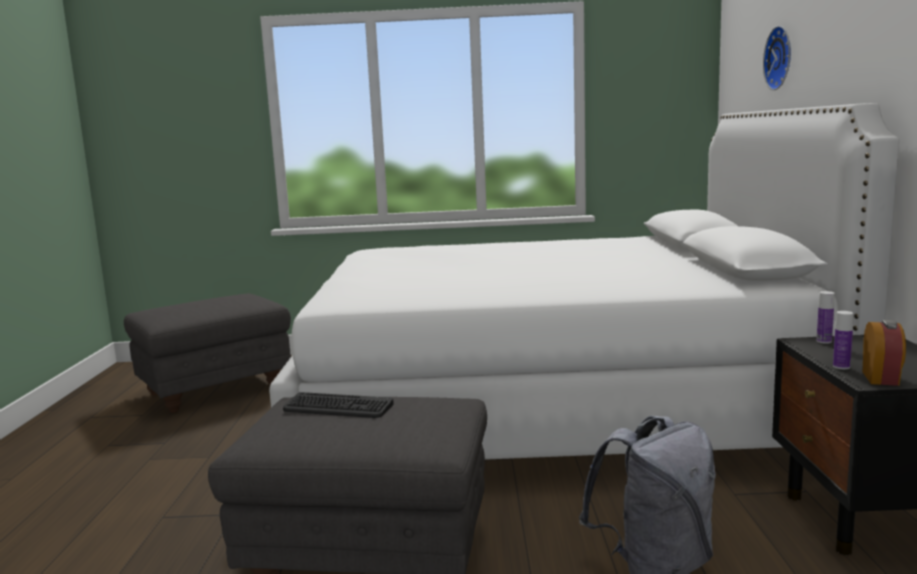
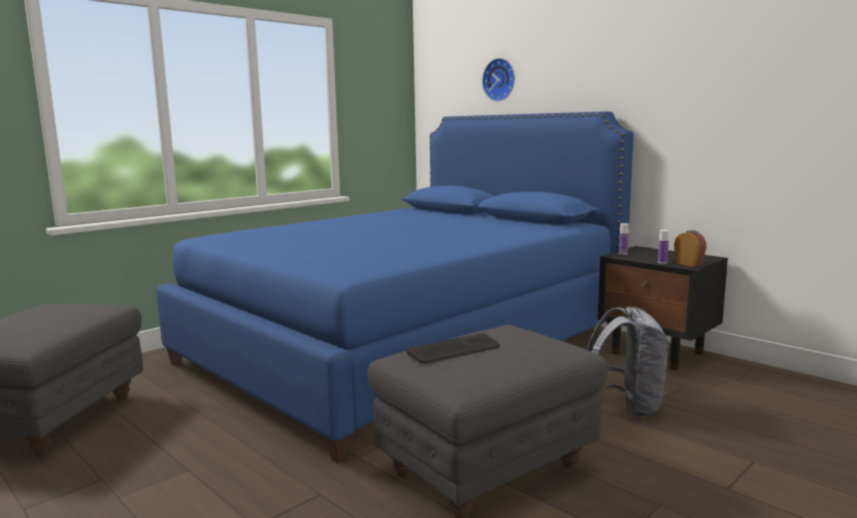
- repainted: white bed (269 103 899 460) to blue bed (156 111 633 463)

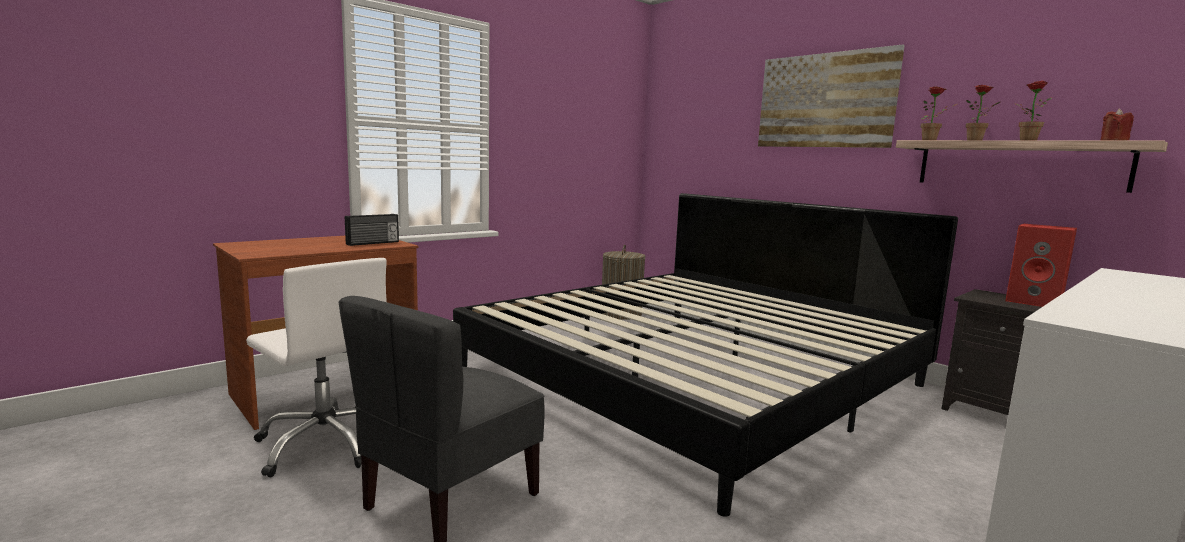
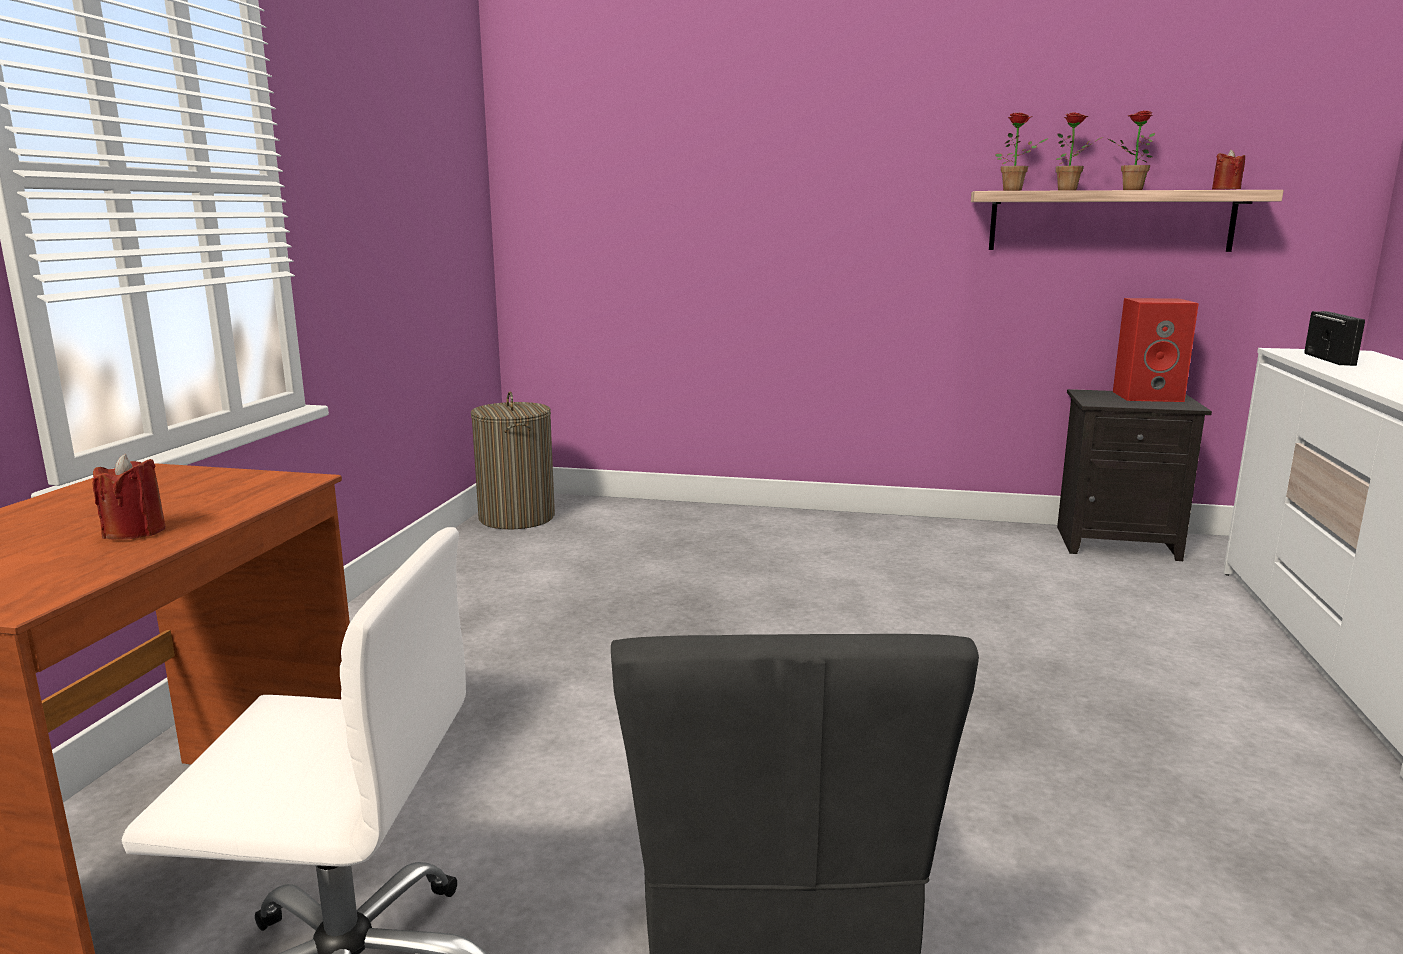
- gone: picture (758 45 905 148)
- gone: bed (453 193 958 517)
- shifted: radio (345 214 399 246) to (1304 311 1365 366)
- new: red candle (92 454 166 540)

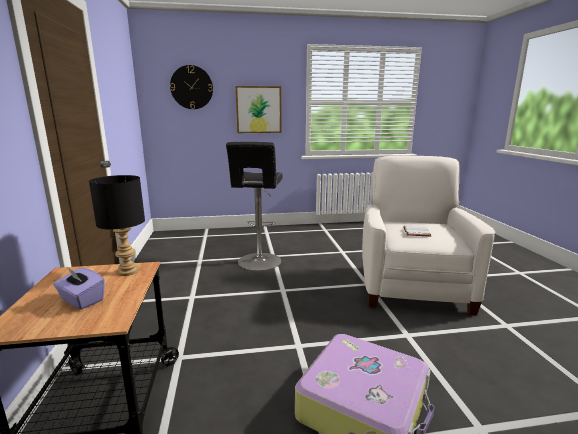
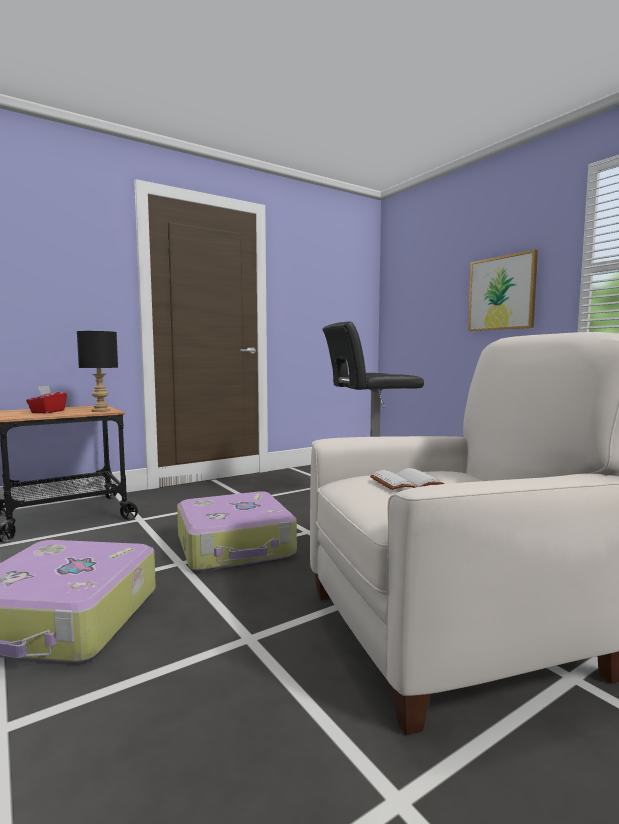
- gone: wall clock (170 65 213 109)
- repainted: purple tissue box (53 267 105 310) to red tissue box (26 385 67 413)
- new: suitcase (177 491 297 571)

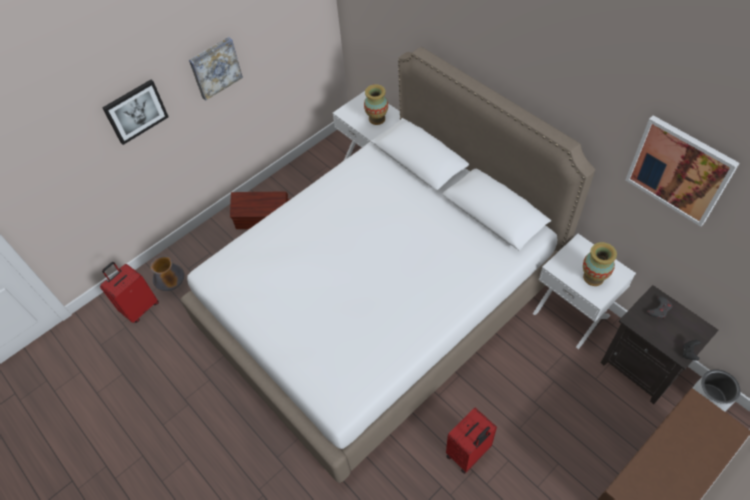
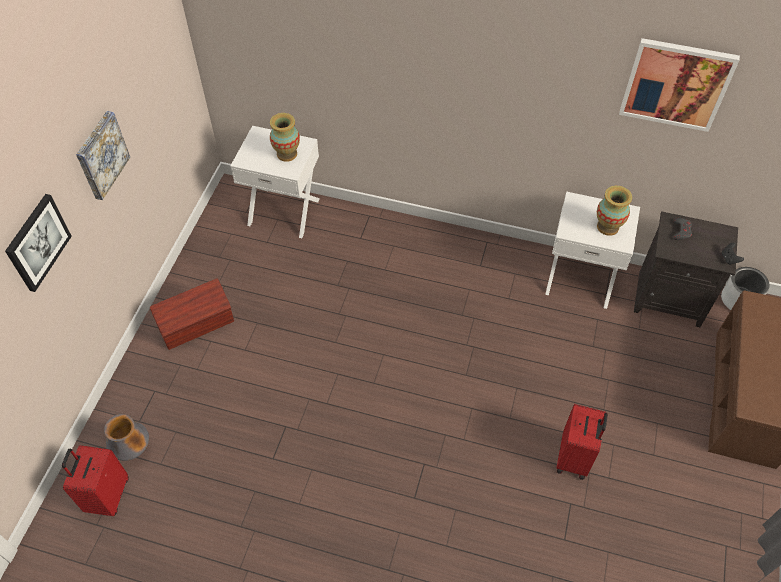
- gone: white bed (181 47 595 483)

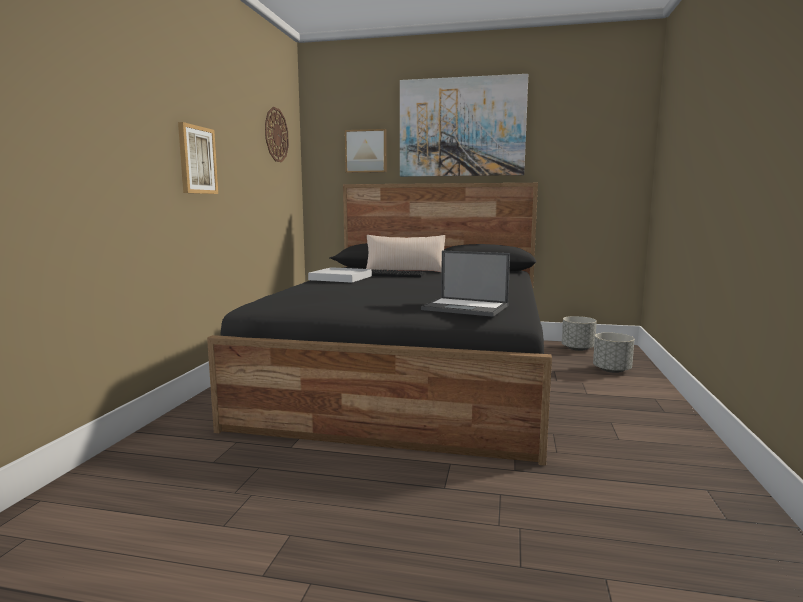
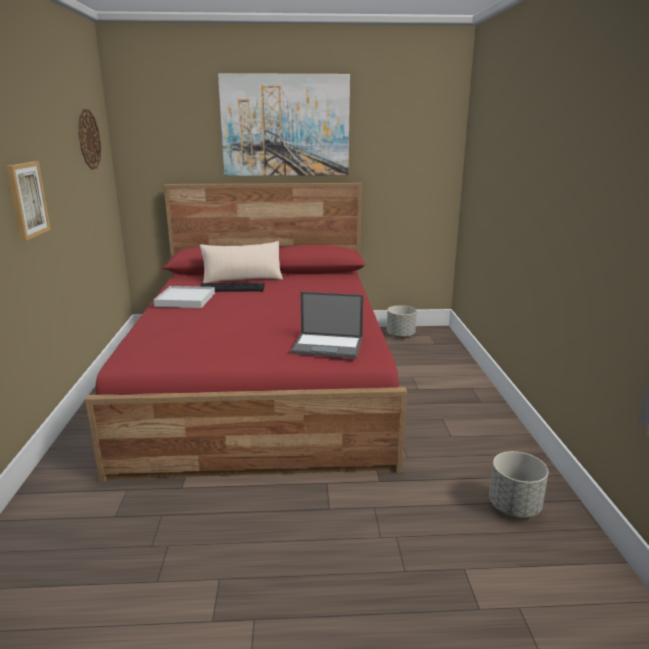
- gone: picture (345 129 387 173)
- repainted: black bed (207 183 552 466) to red bed (85 183 407 483)
- shifted: grey planter (593 332 635 373) to (489 451 548 518)

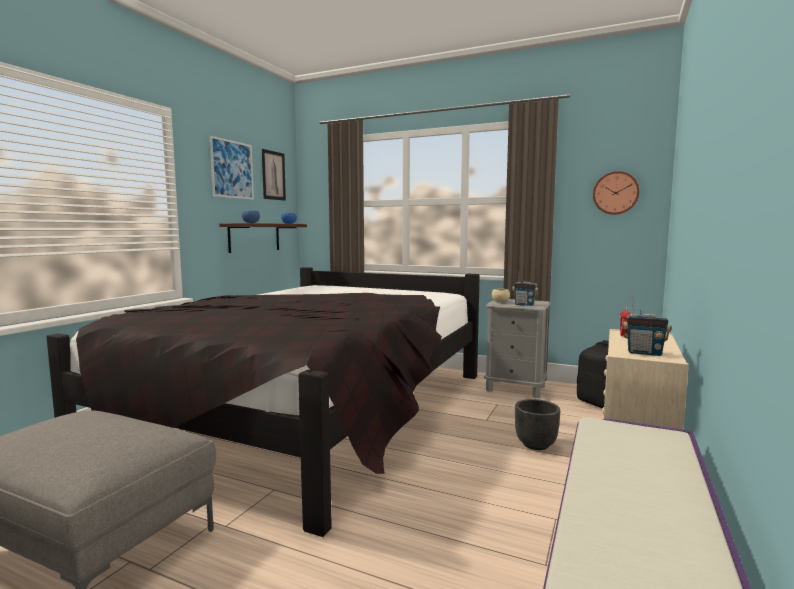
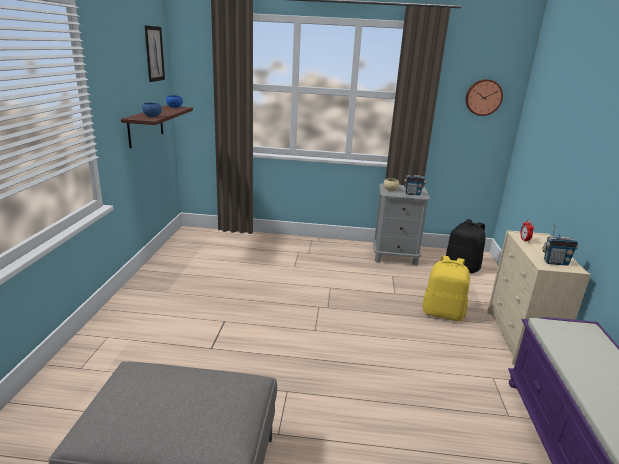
- gone: picture (210 136 254 200)
- gone: black bed (47 267 480 537)
- swapped: black planter (515 399 560 450) to yellow backpack (423 256 470 321)

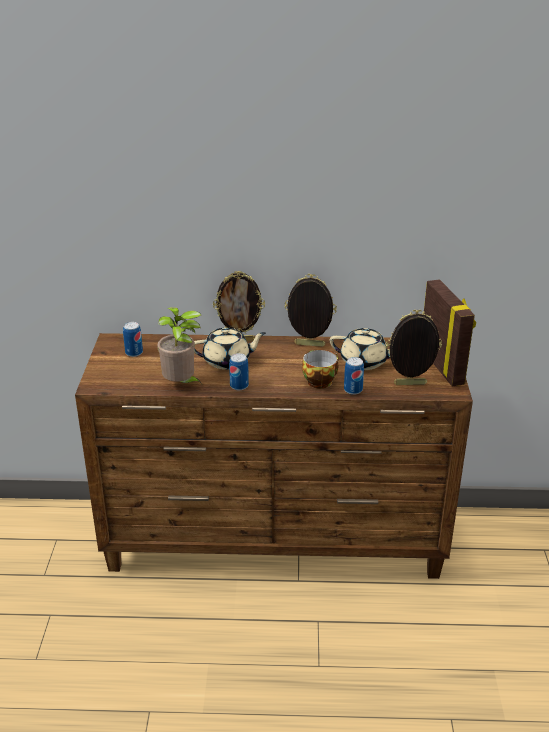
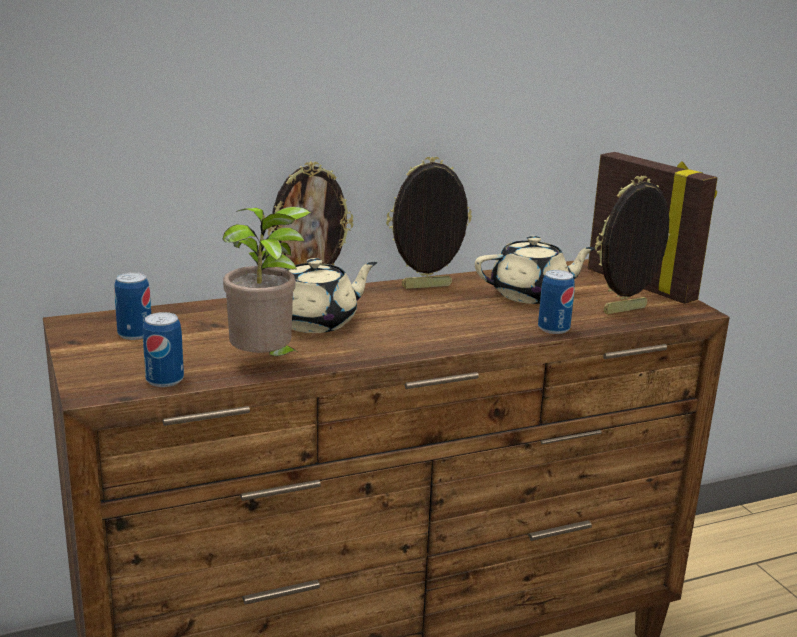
- gone: cup (302 349 338 389)
- shifted: can (229 353 249 390) to (143 312 184 387)

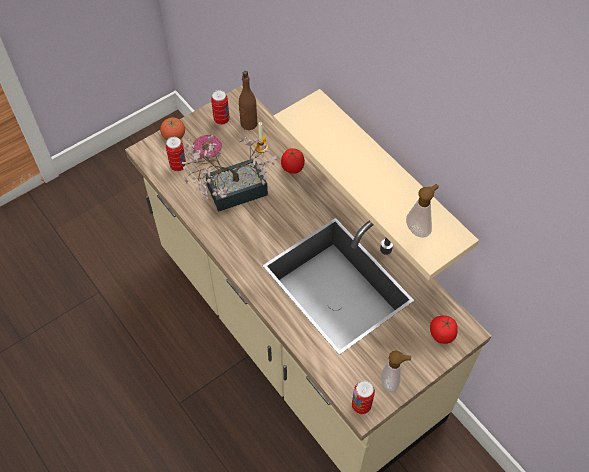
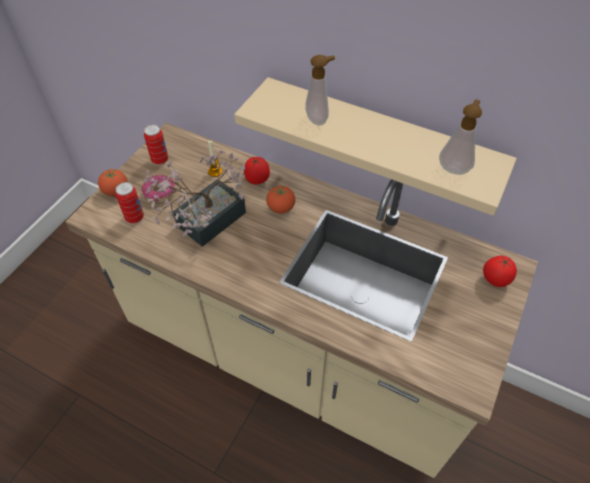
- gone: brown bottle (239 71 257 130)
- shifted: soap dispenser (381 351 411 393) to (306 55 335 126)
- gone: can (352 381 375 414)
- new: tomato (267 186 295 214)

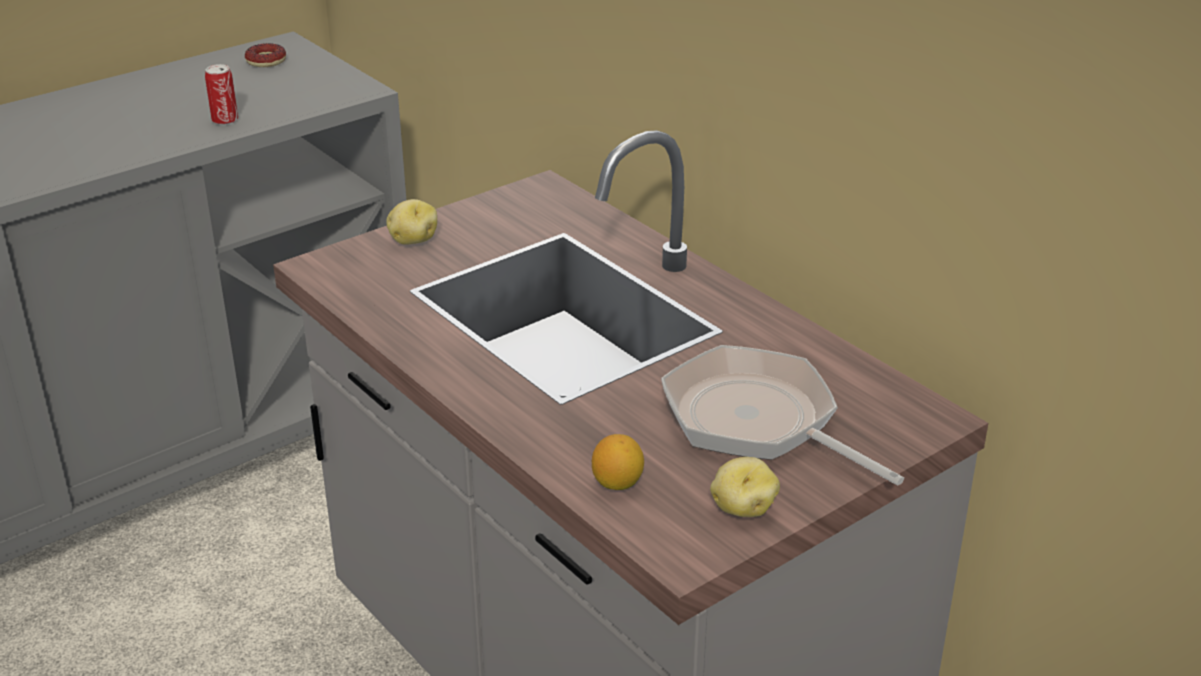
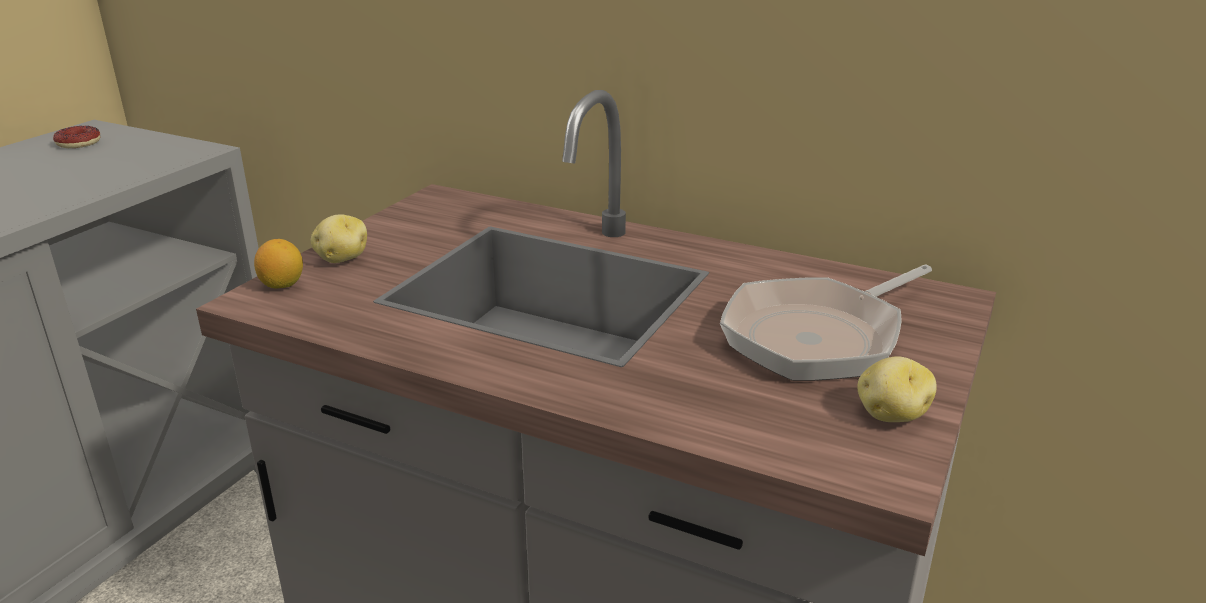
- gone: can (205 64 238 125)
- rotated: frying pan (661 345 904 485) = (720 265 932 381) 60 degrees counterclockwise
- shifted: lemon (592 434 644 490) to (254 239 303 289)

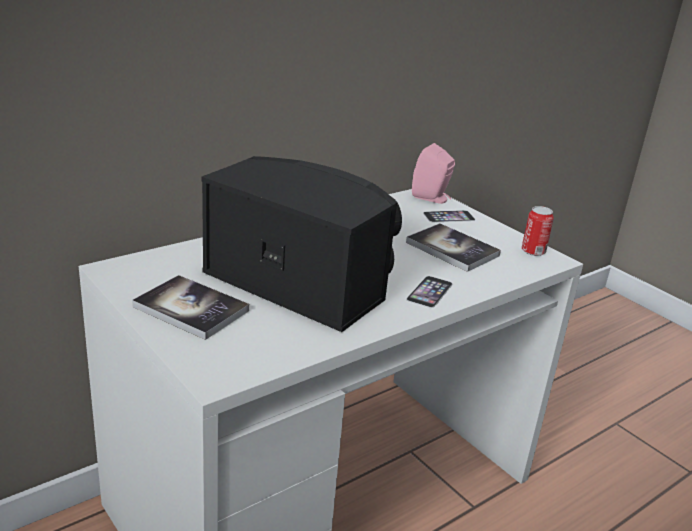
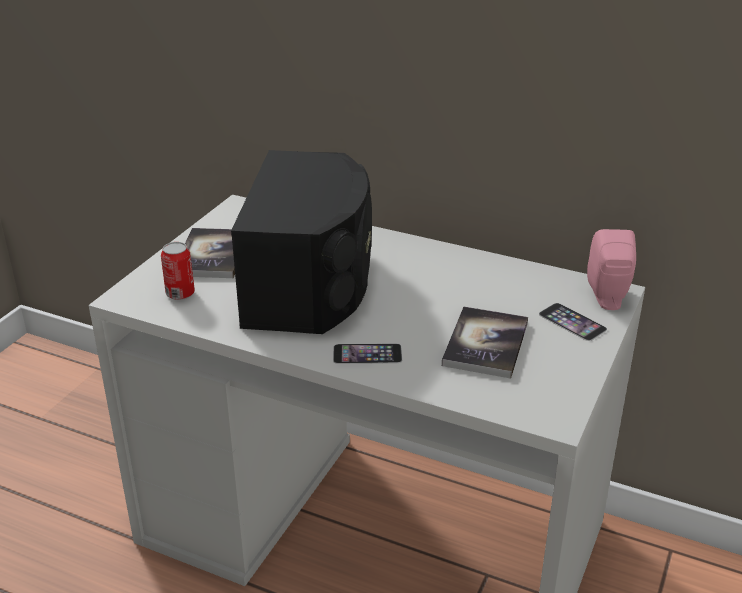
- shifted: can (522 206 554 256) to (161 242 195 300)

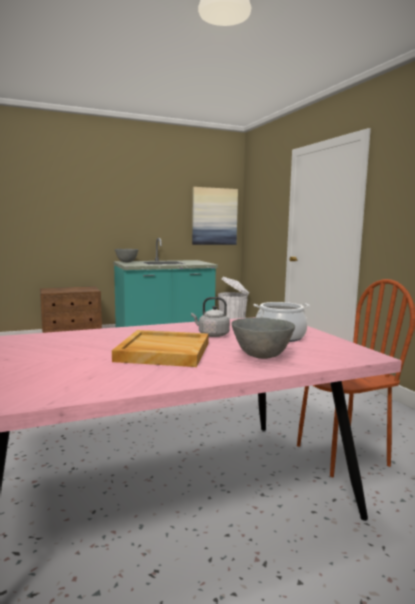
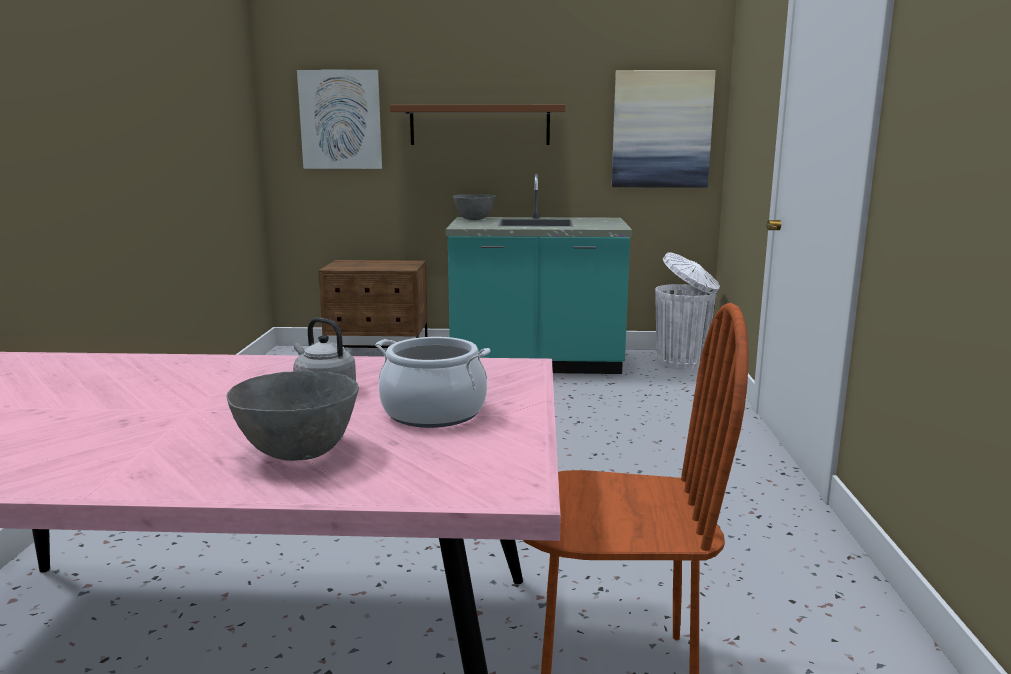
- gone: beige tray (112 330 209 367)
- new: picture (297 70 382 169)
- new: brown shelf (390 105 565 145)

